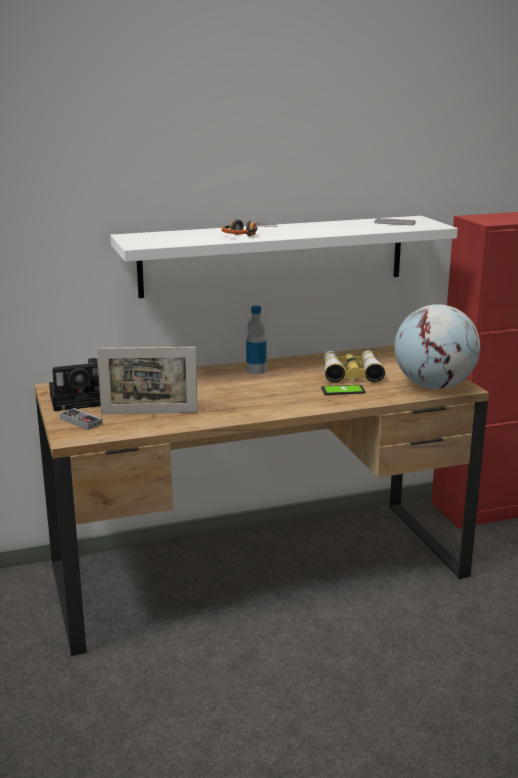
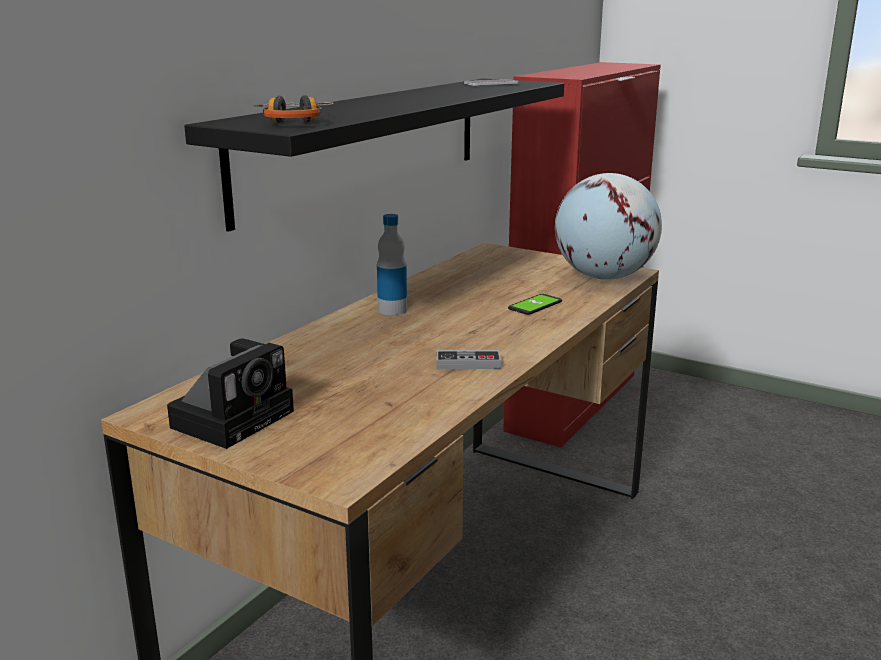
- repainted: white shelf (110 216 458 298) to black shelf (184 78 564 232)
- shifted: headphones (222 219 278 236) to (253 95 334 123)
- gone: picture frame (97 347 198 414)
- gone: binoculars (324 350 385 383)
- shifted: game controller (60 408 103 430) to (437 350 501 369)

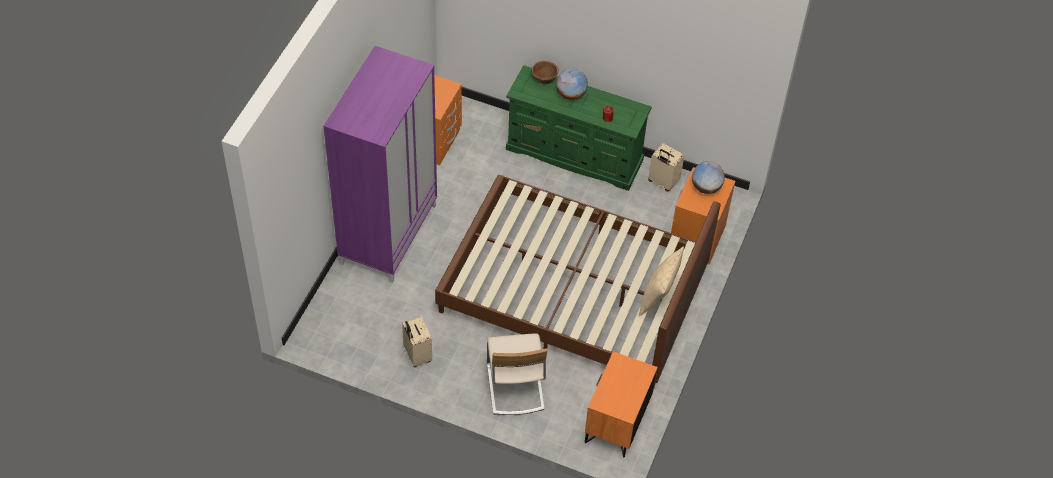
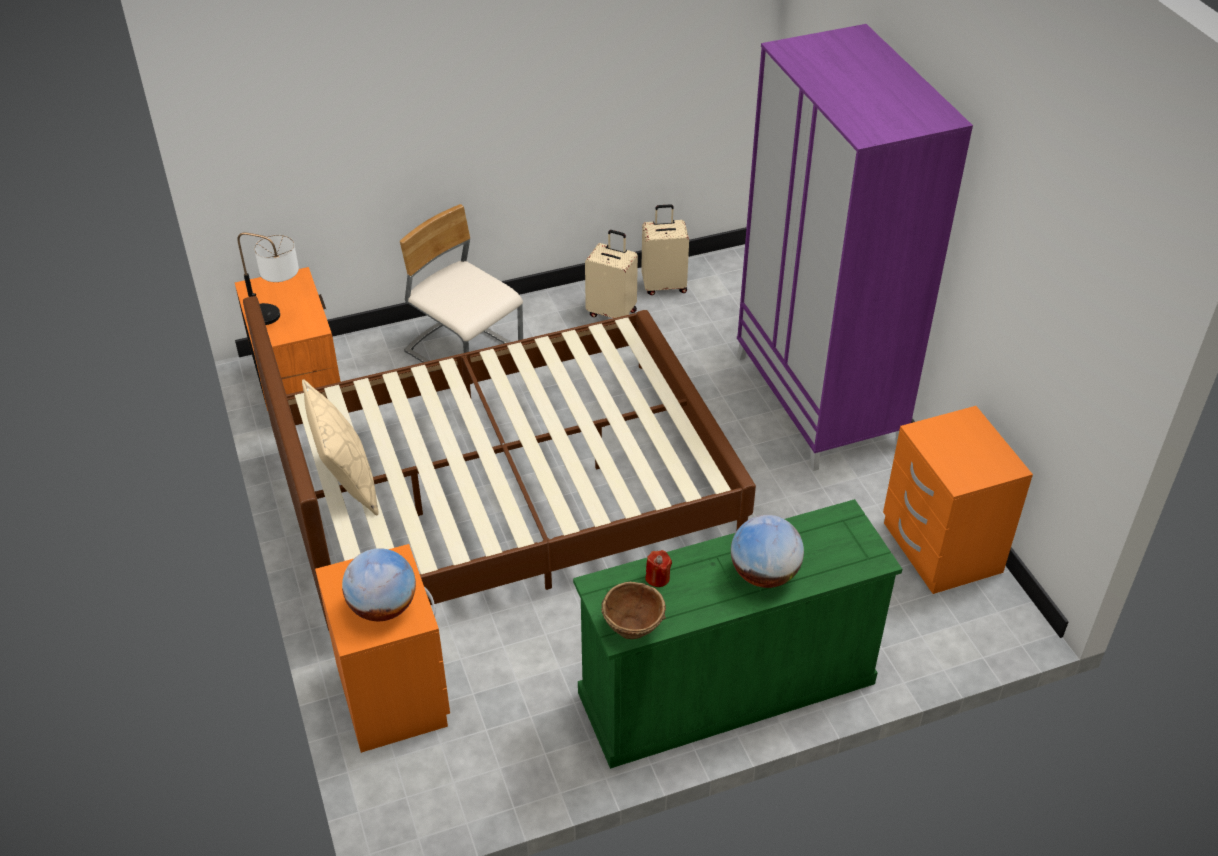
- shifted: brown bowl (531 61 559 84) to (601 582 666 639)
- shifted: beige suitcase (648 143 684 191) to (641 204 689 295)
- new: table lamp (237 232 299 325)

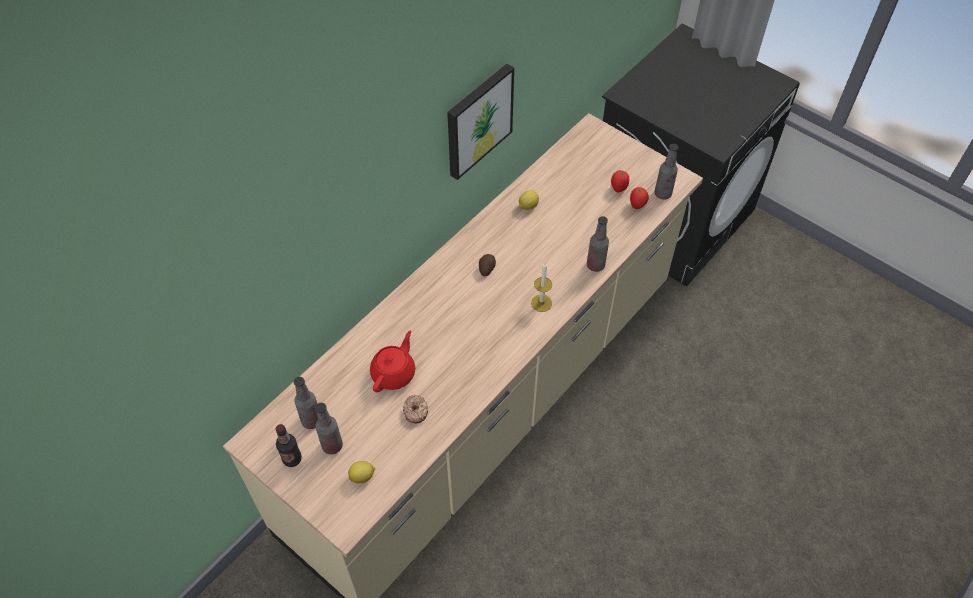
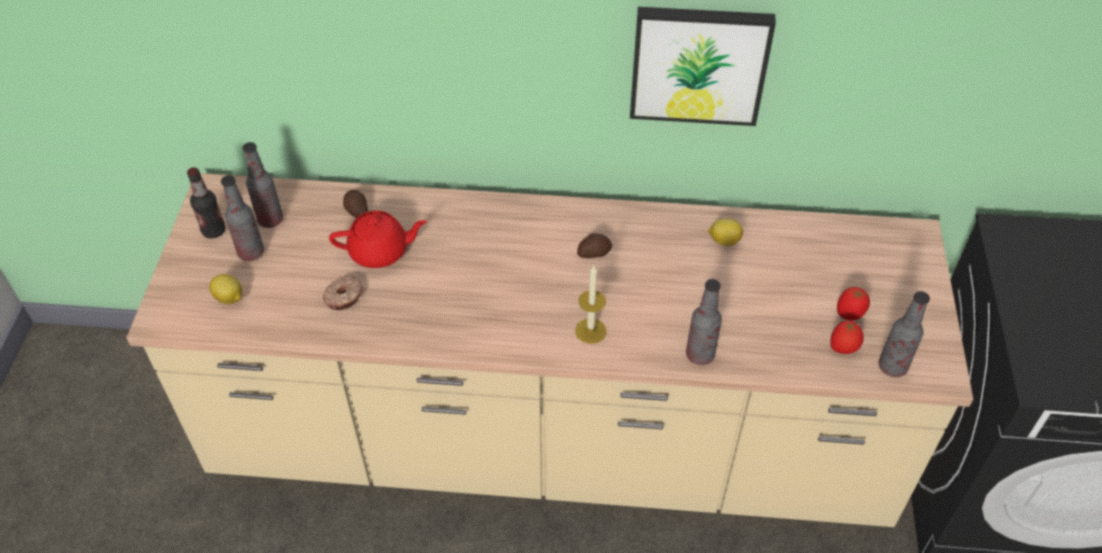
- new: potato (343 190 368 218)

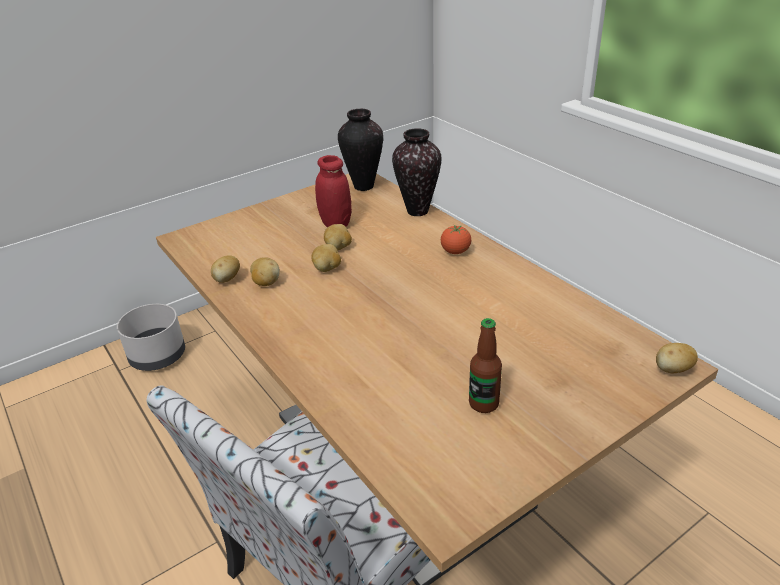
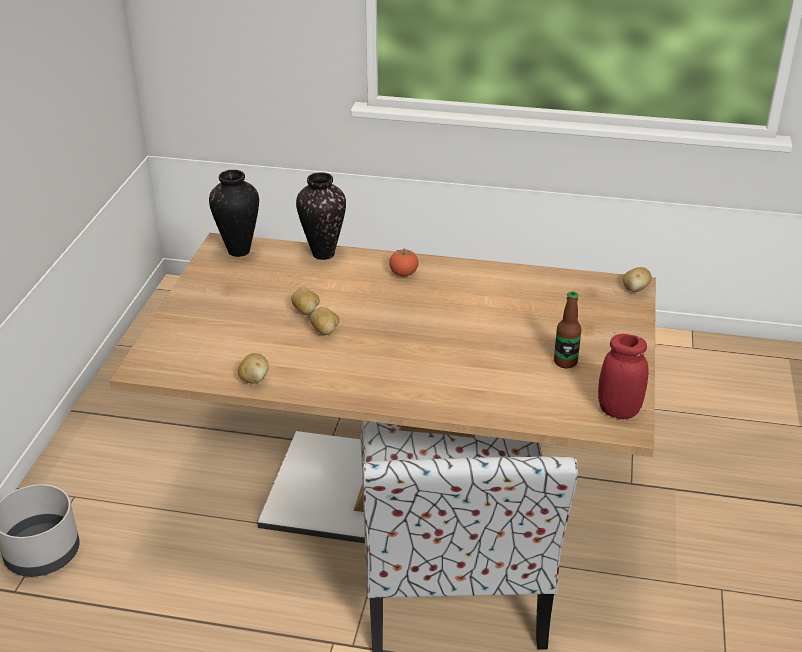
- shifted: red jar (315 155 352 228) to (598 334 648 419)
- gone: potato (250 257 280 286)

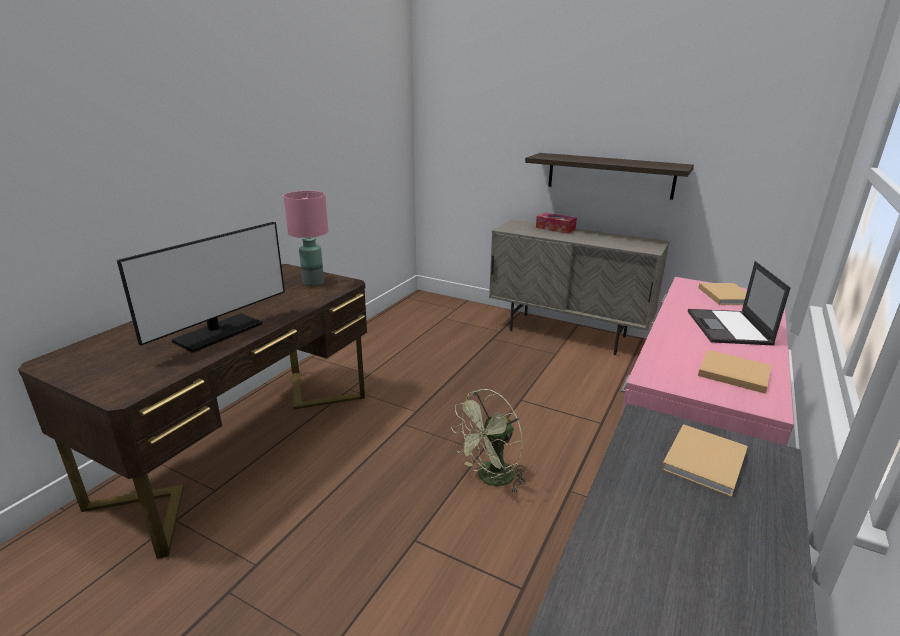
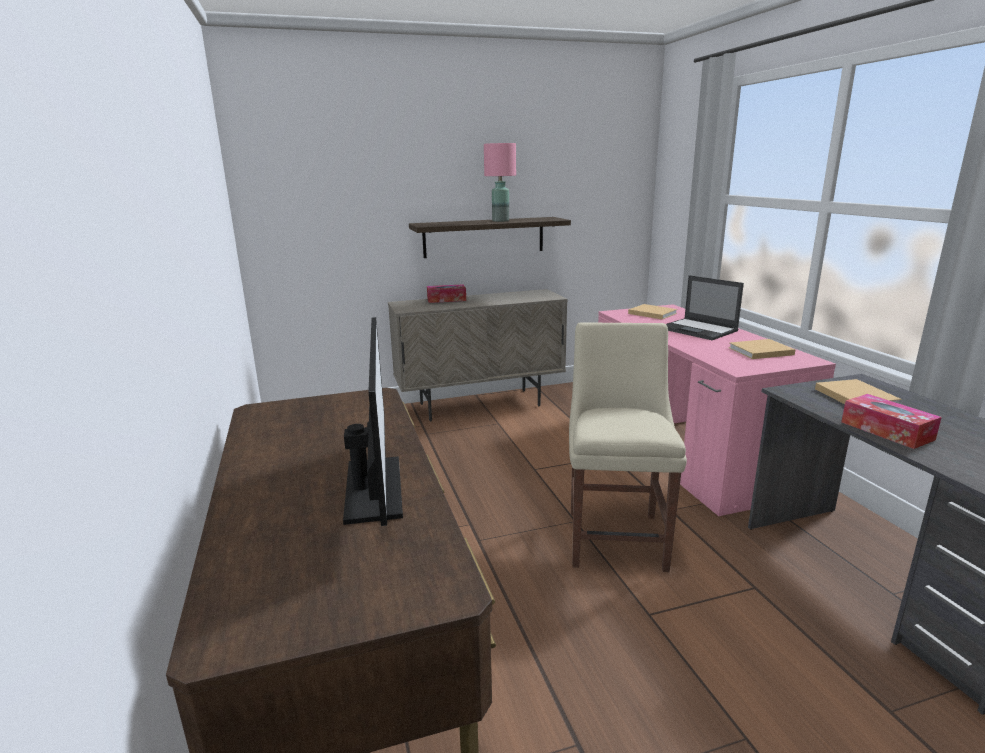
- shifted: pink table lamp (283 191 328 286) to (484 143 516 222)
- swapped: green fan (451 389 526 494) to beige chair (569 322 687 572)
- new: tissue box (841 394 942 449)

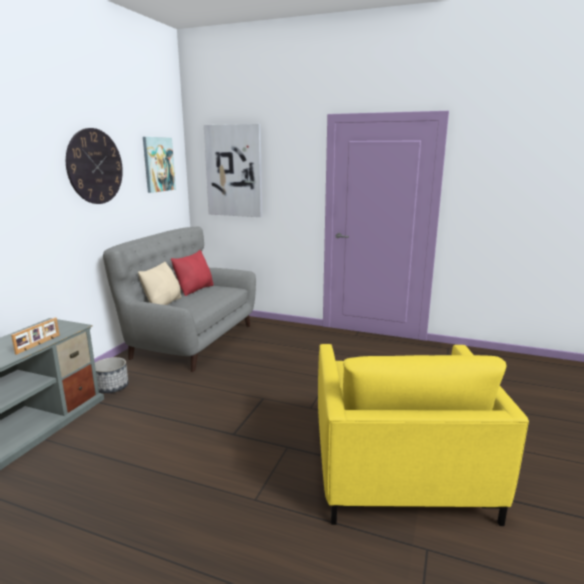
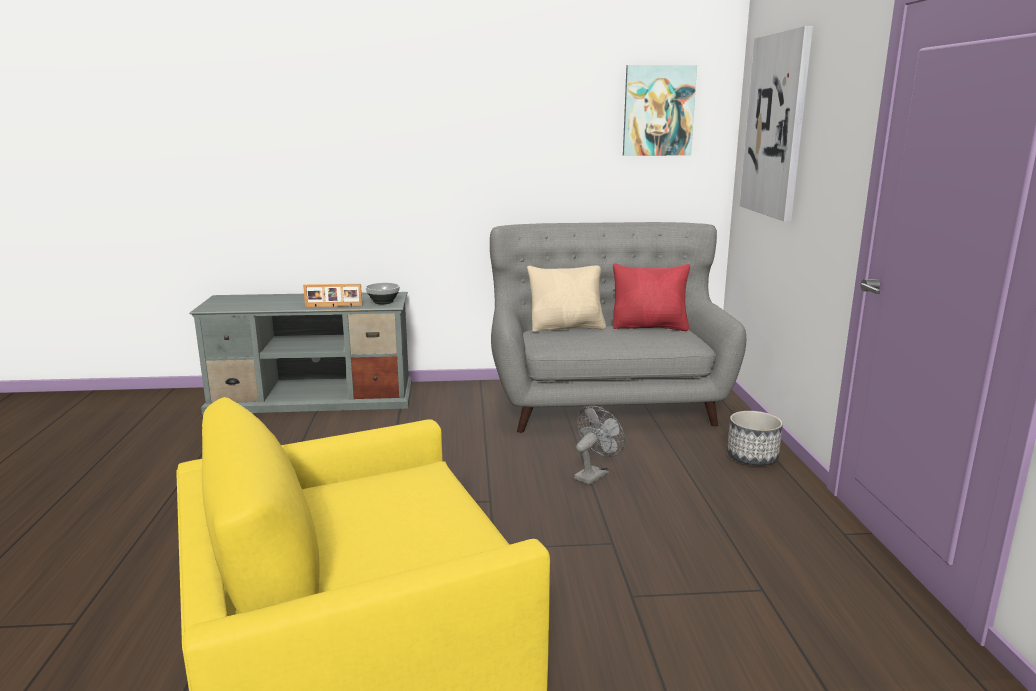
- gone: wall clock (66 128 123 204)
- shifted: planter (95 357 129 393) to (727 411 783 465)
- new: bowl (366 283 400 304)
- new: grey fan (574 406 625 485)

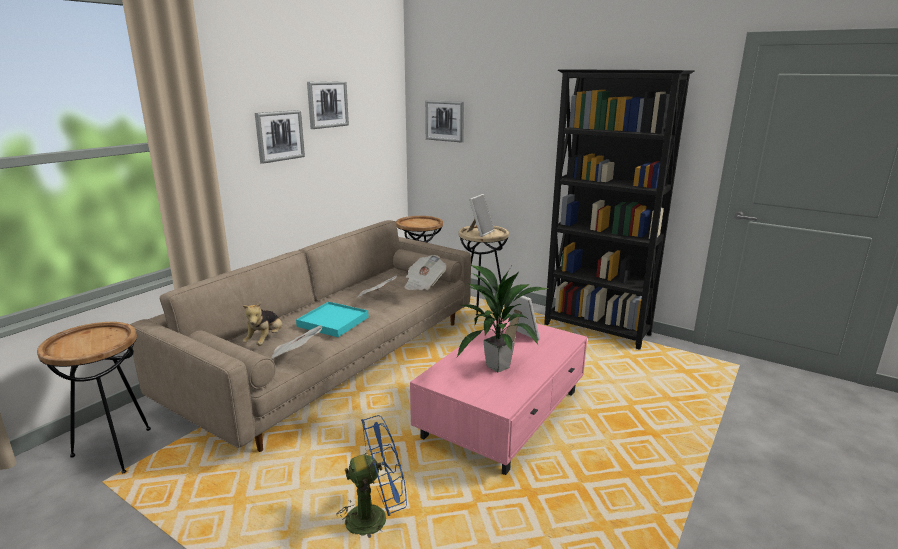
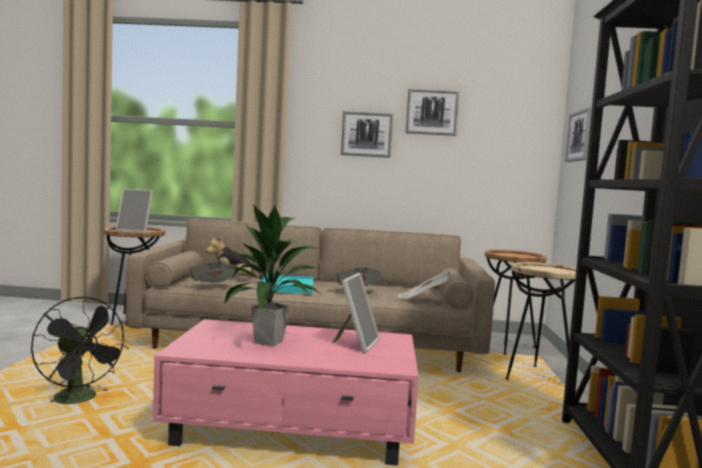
- shifted: picture frame (467 194 494 237) to (116 189 153 232)
- repainted: blue fan (336 415 407 538) to black fan (31 296 128 404)

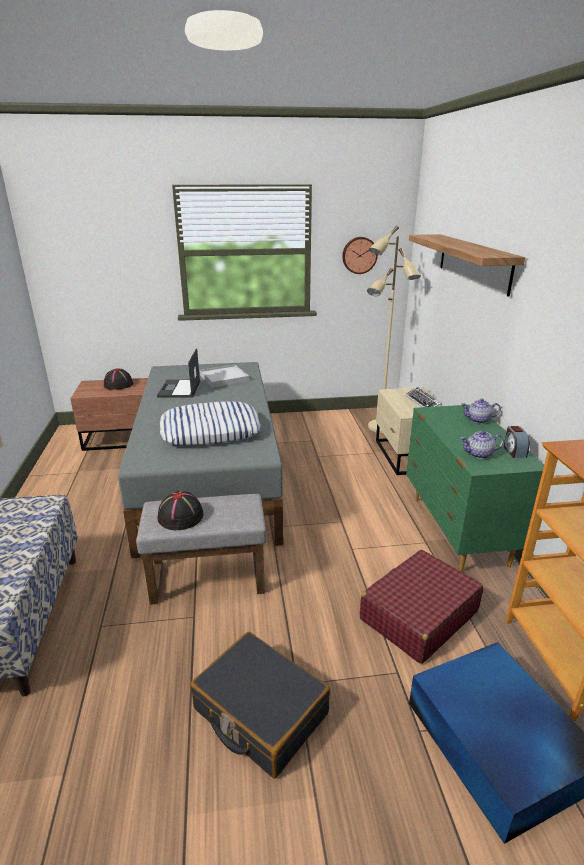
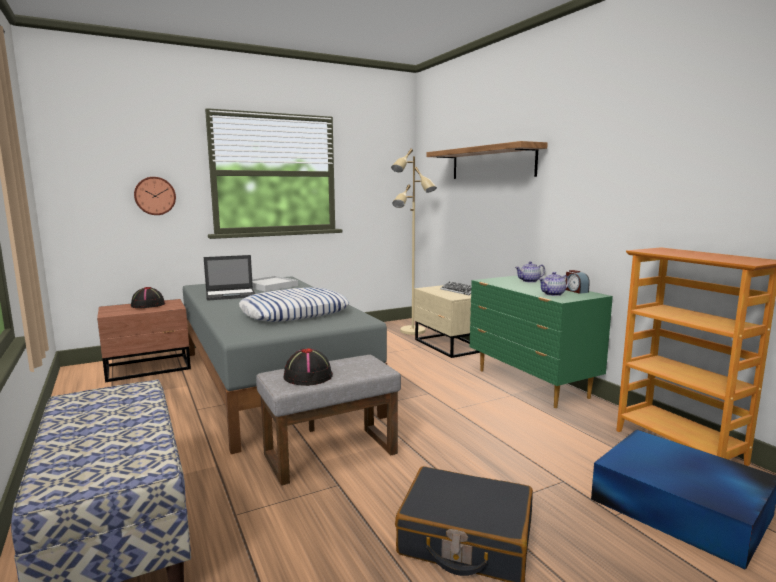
- shifted: wall clock (342 237 378 274) to (134 177 176 215)
- rotated: laptop (157 348 200 398) = (204 255 255 301) 90 degrees counterclockwise
- gone: red suitcase (360 550 484 664)

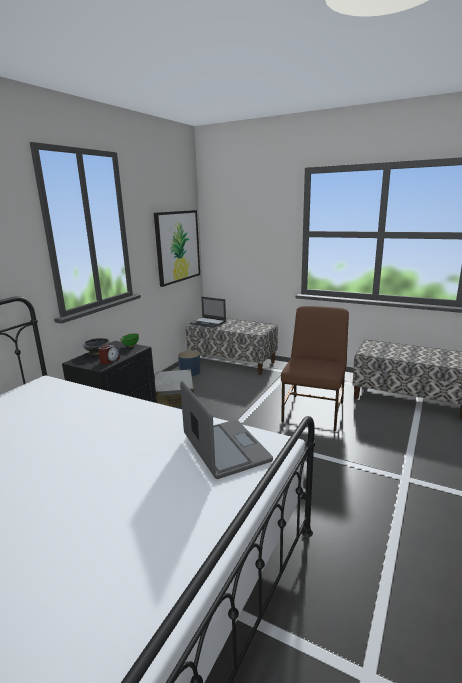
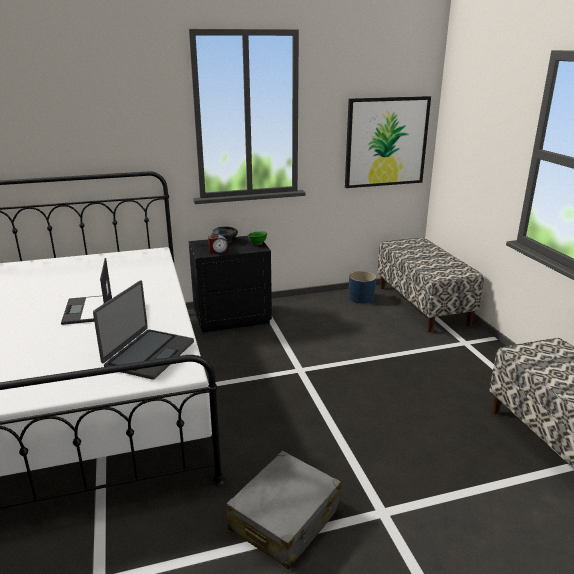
- shifted: laptop (190 297 226 328) to (61 258 112 325)
- gone: brown chair (281 306 349 431)
- shifted: grey suitcase (155 369 195 407) to (227 451 341 569)

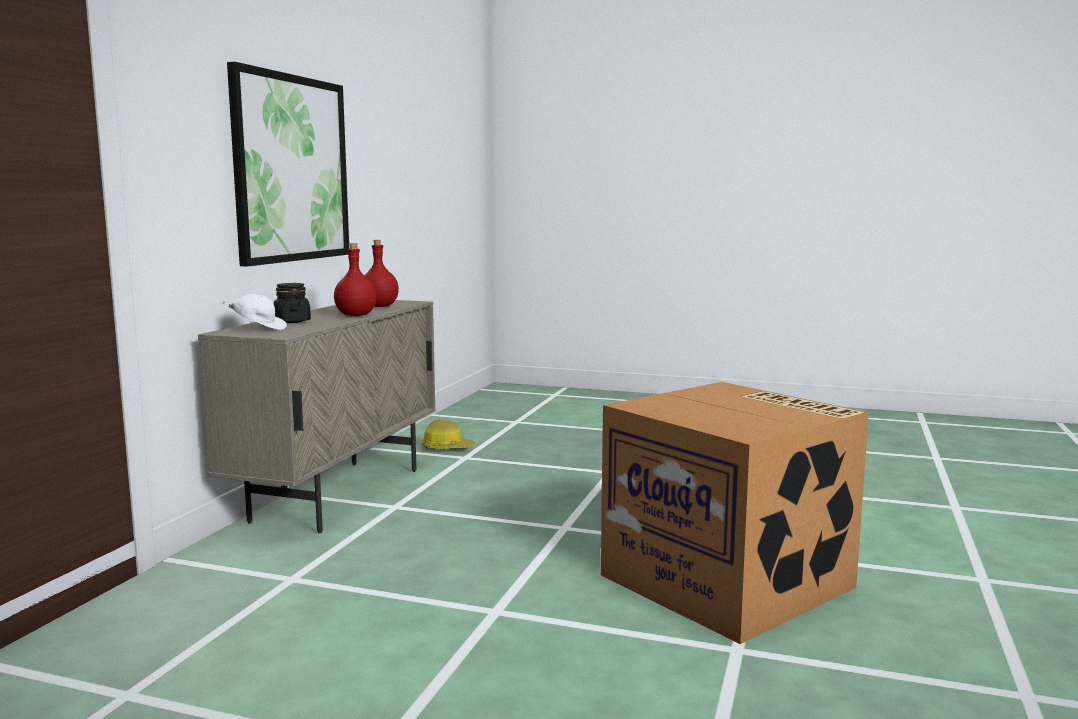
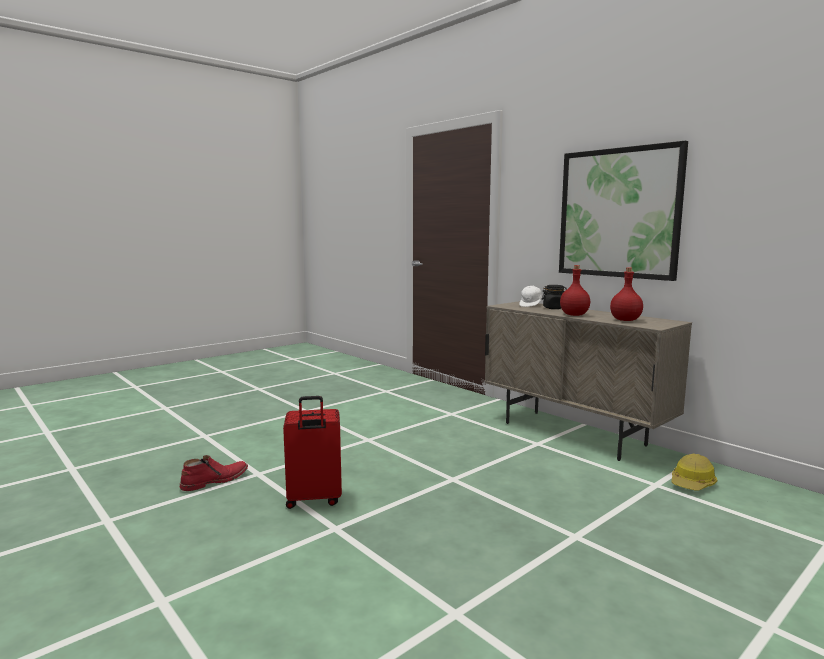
- swapped: cardboard box (601 382 869 644) to red suitcase (283 396 342 509)
- new: red boot (180 455 248 491)

